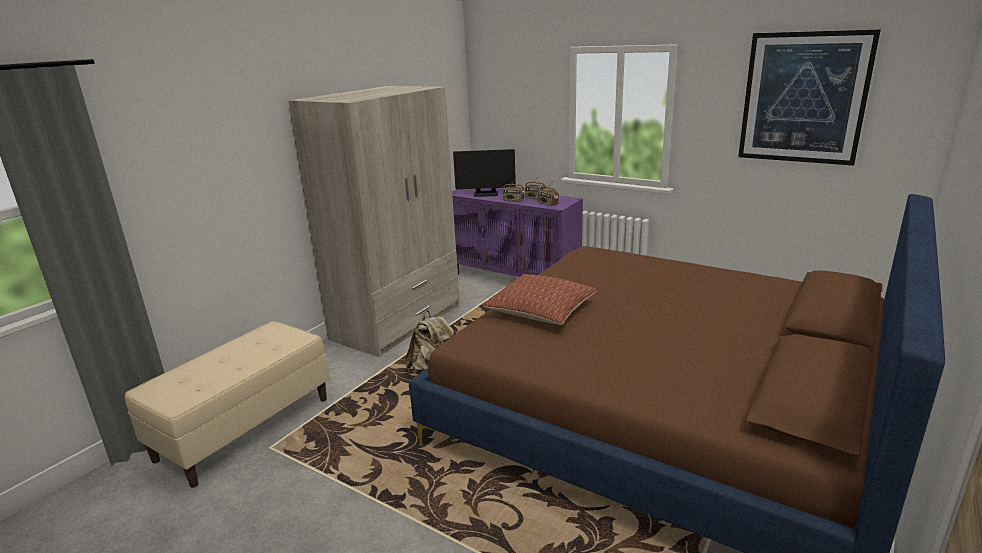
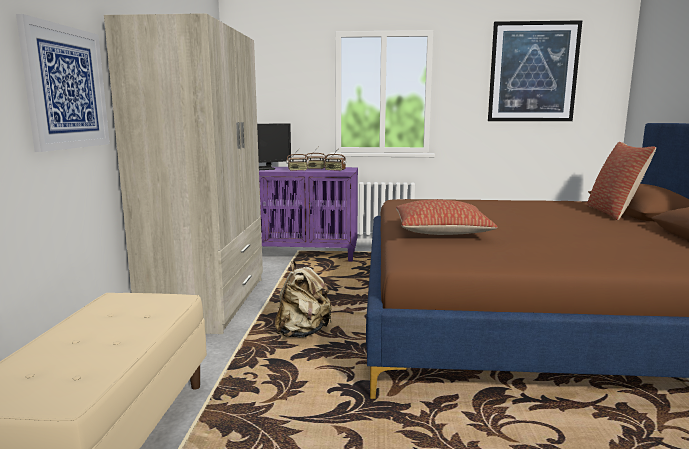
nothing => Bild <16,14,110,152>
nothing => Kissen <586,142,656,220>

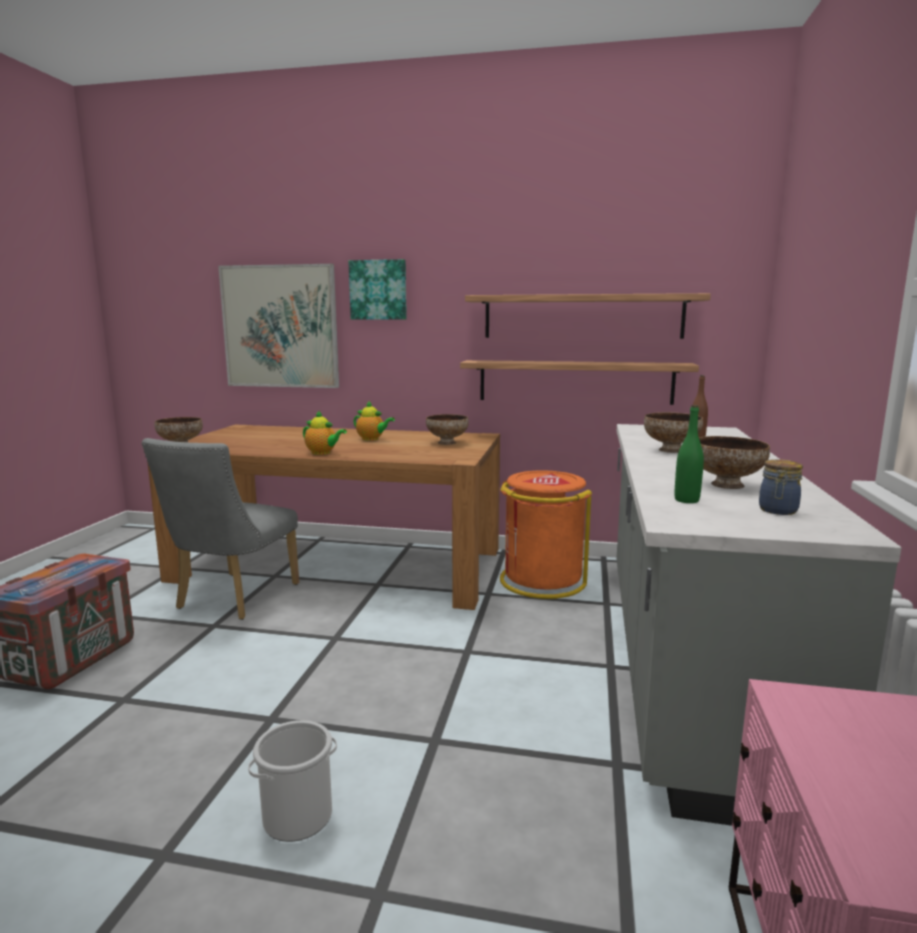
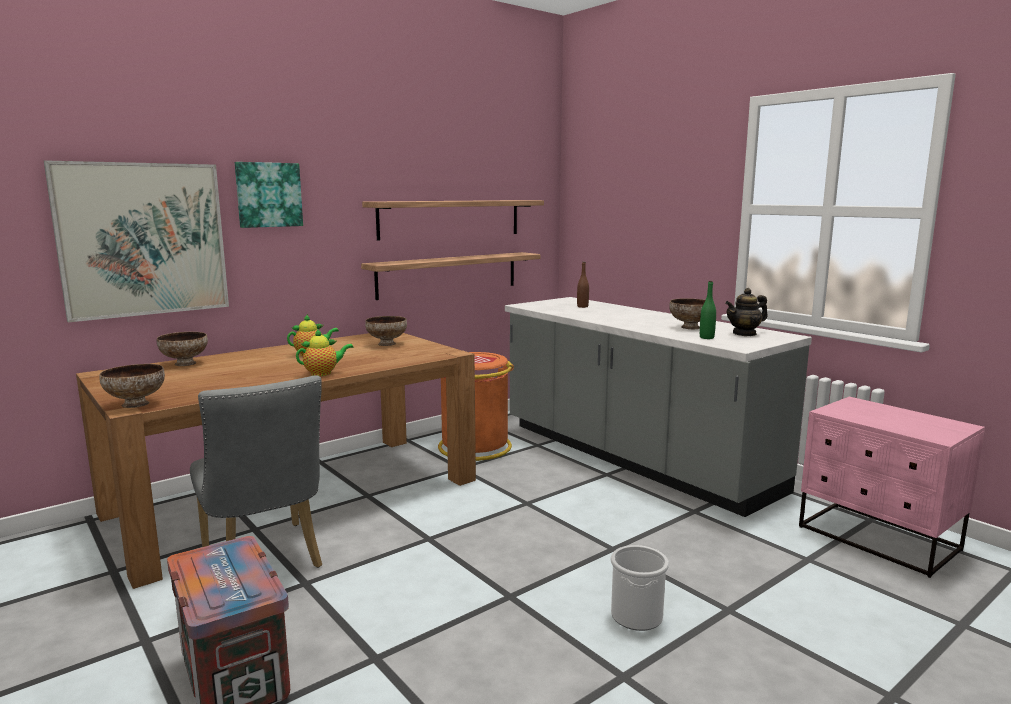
Schüssel <644,412,703,453> => Schüssel <157,332,208,366>, relocated
Vorratsglas <759,460,803,515> => Teekanne <725,288,768,336>

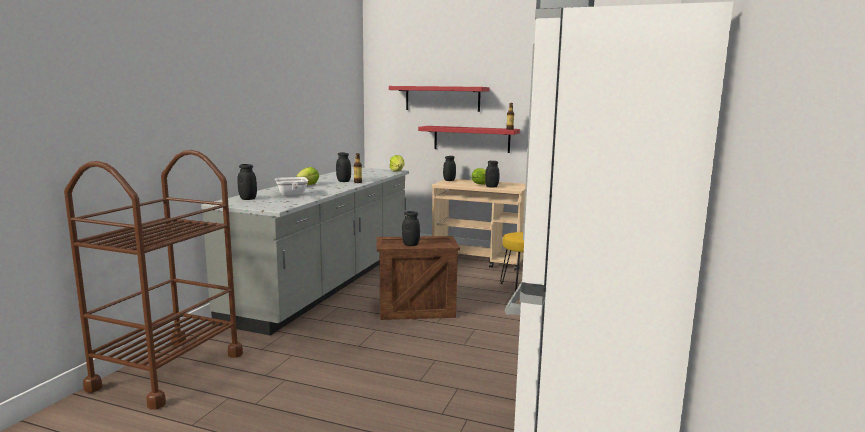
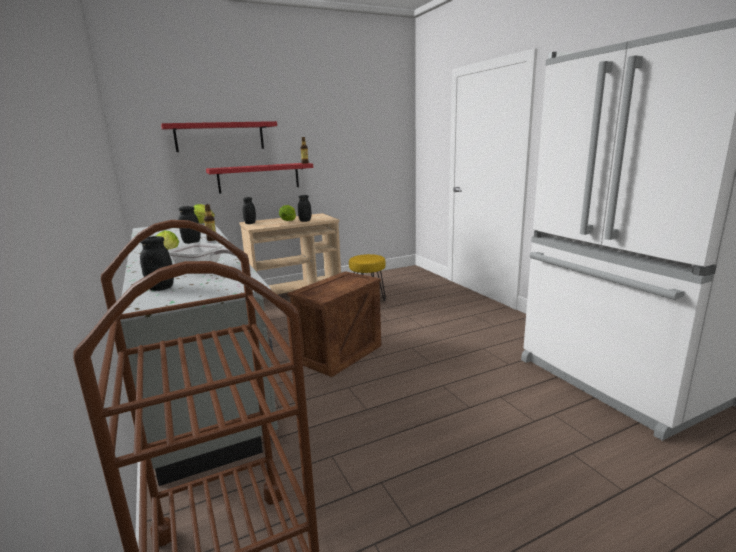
Vorratsglas (schwarz) <402,211,420,246> => nothing

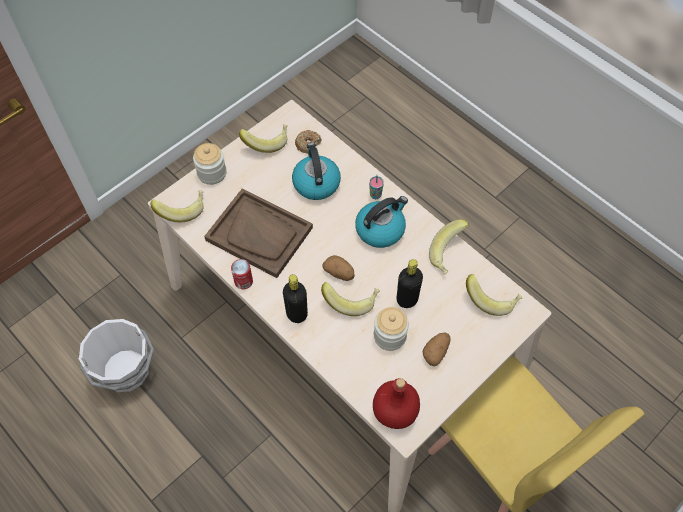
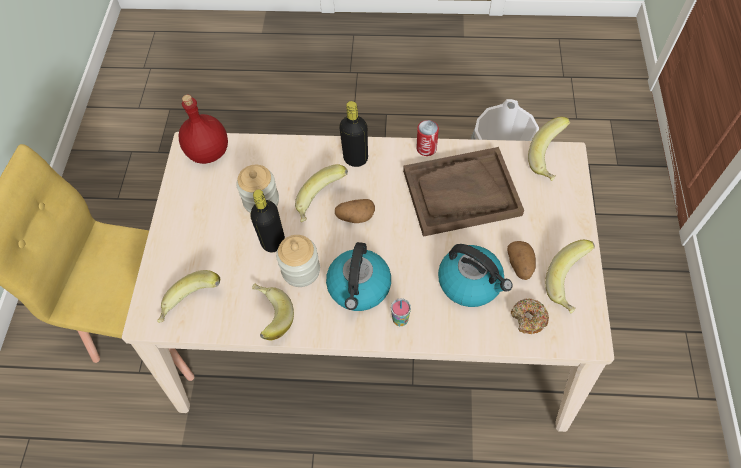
Vorratsglas <193,143,227,185> => Vorratsglas <276,235,320,287>, relocated
Kartoffel <423,332,451,366> => Kartoffel <507,241,536,280>, relocated

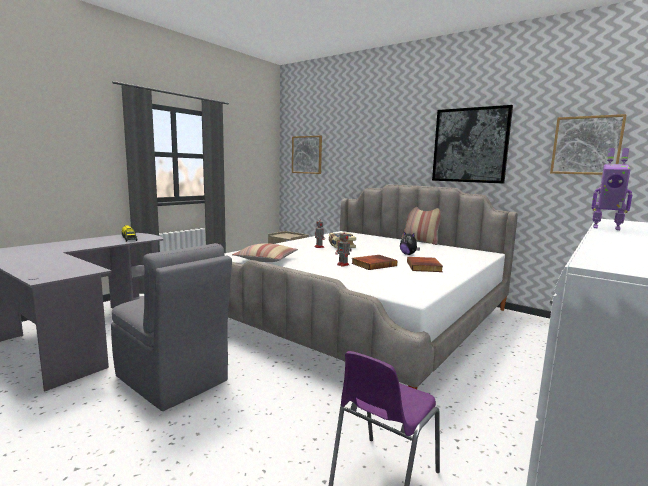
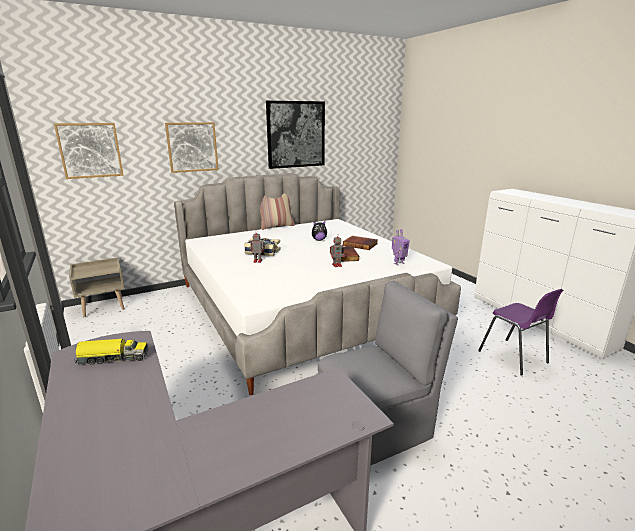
Bild <550,114,627,175> => Bild <165,122,219,173>, relocated
Spielzeugroboter <592,148,632,230> => Spielzeugroboter <392,229,410,265>, relocated
Kissen <232,243,298,262> => nothing

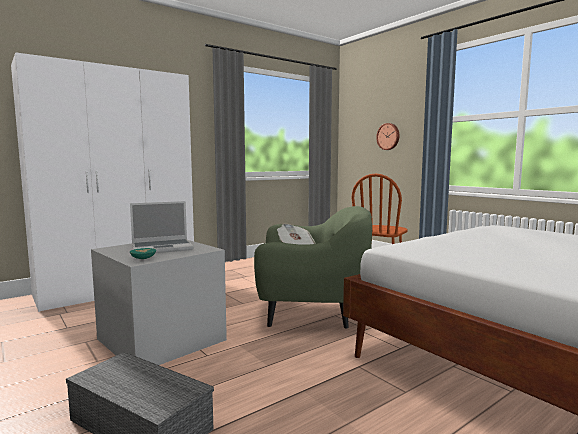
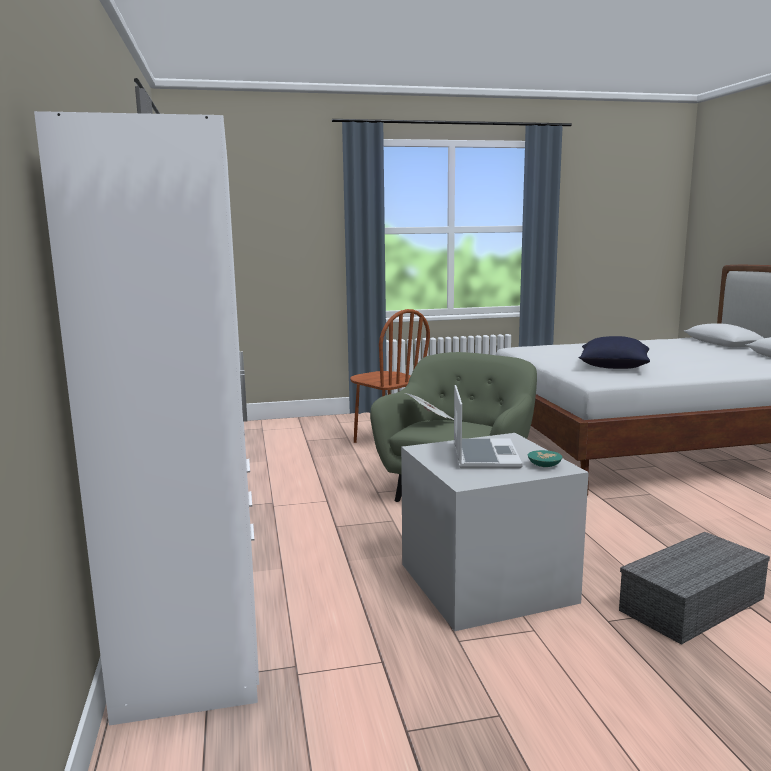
Wanduhr <376,123,399,150> => nothing
nothing => Kissen (blau) <578,336,650,369>

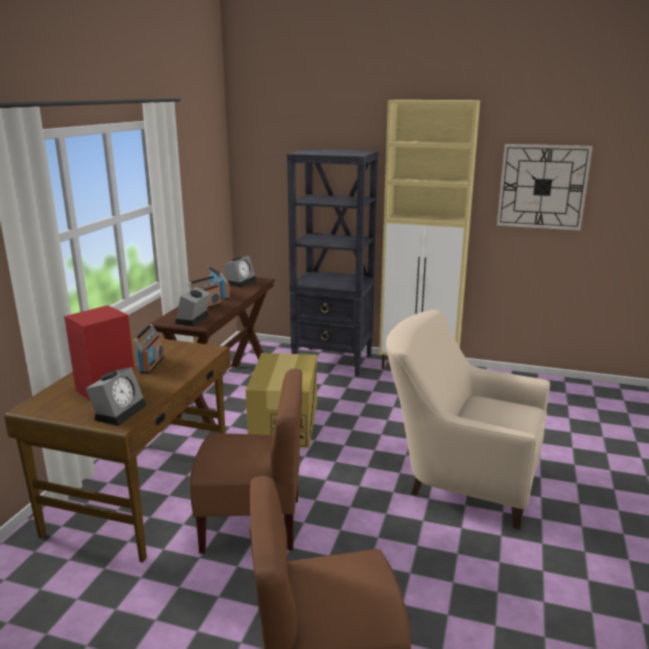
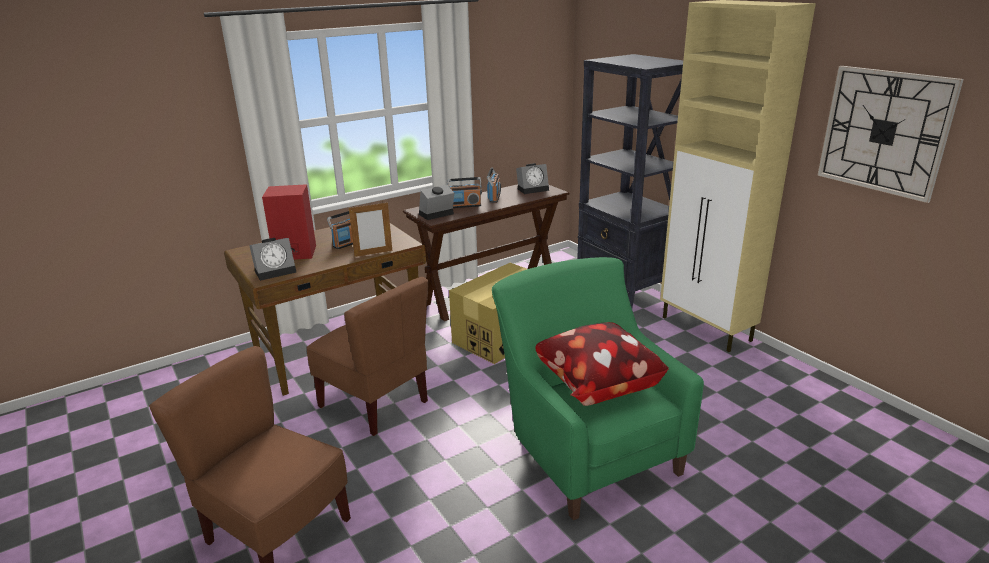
Sessel (beige) <386,310,550,529> => Sessel (grün) <492,257,704,520>
nothing => Bilderrahmen <349,203,392,257>
nothing => Kissen <536,322,669,406>

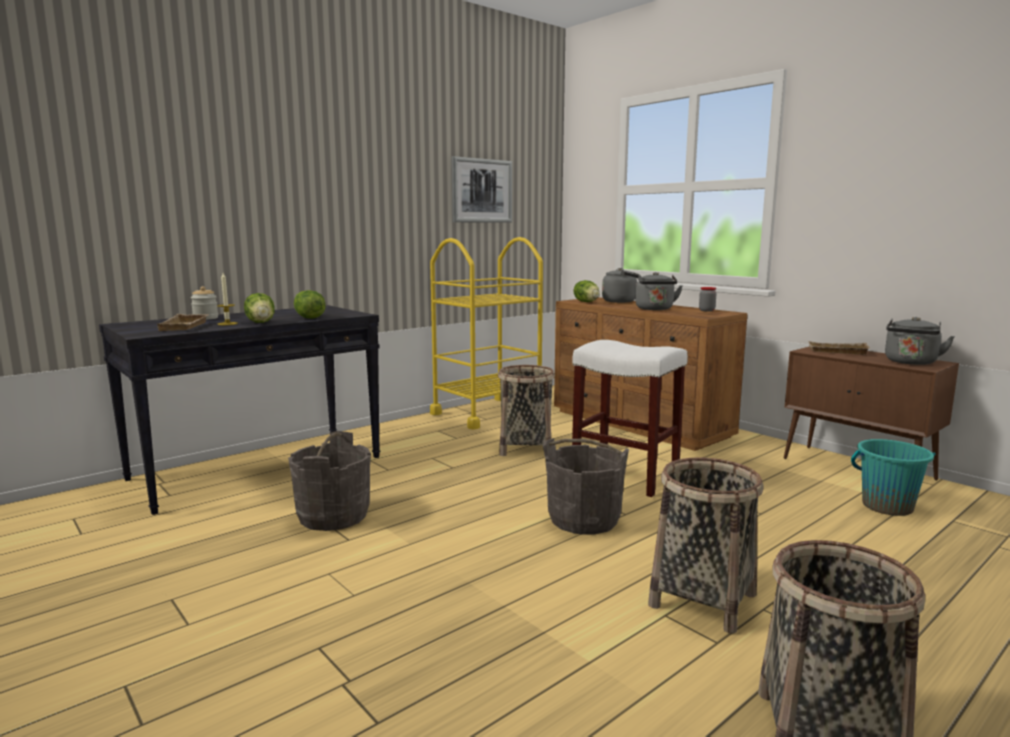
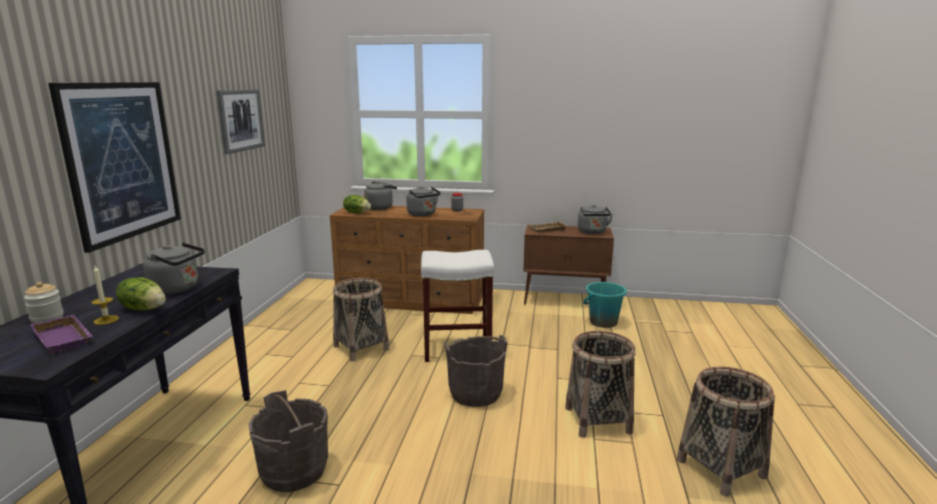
Rollwagen (gelb) <430,237,543,429> => nothing
Salatkopf <294,290,326,319> => Wasserkessel (grau) <143,243,205,294>
Tablett (beige) <157,314,209,331> => Tablett (lila) <30,314,93,355>
nothing => Bild <48,82,181,253>

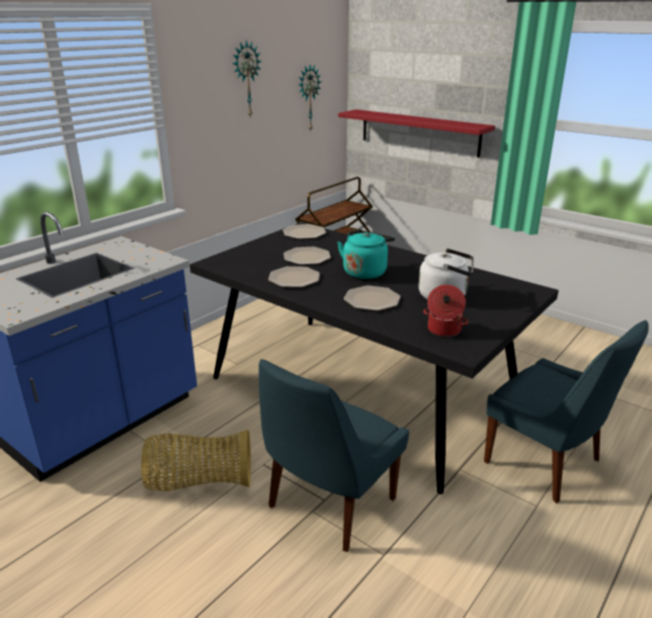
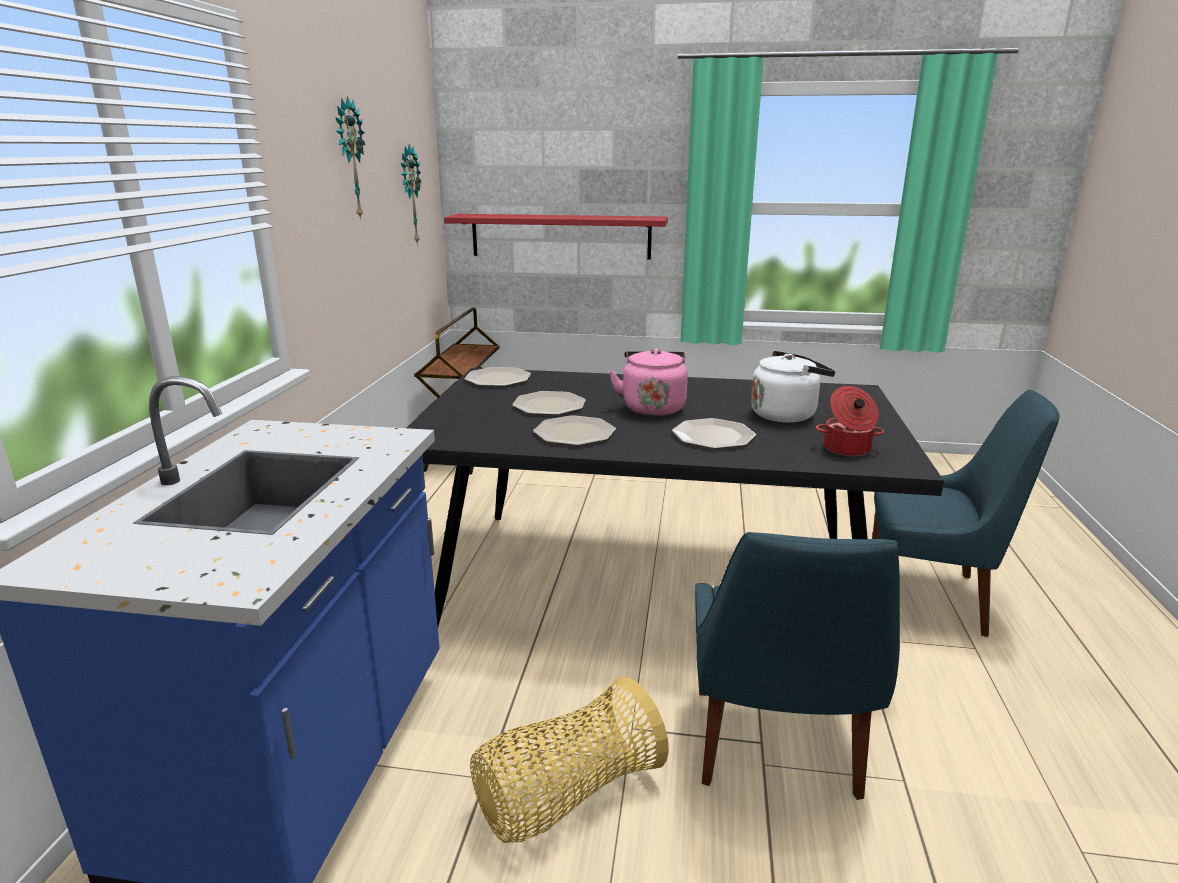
Wasserkessel (türkis) <337,230,395,279> => Wasserkessel (rosa) <609,348,688,416>

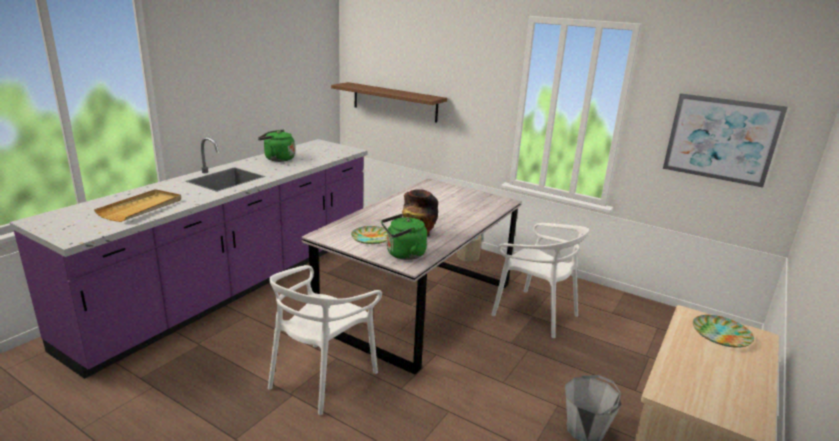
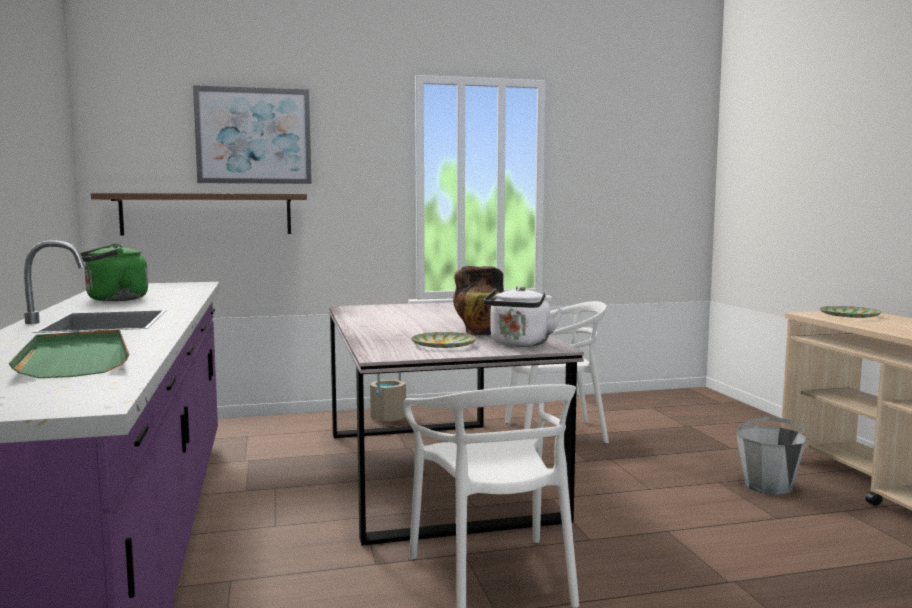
Bild <663,93,788,188> => Bild <193,85,311,184>, relocated
Tablett (beige) <94,189,181,222> => Tablett (grün) <9,329,129,378>
Wasserkessel (grün) <381,214,427,260> => Wasserkessel (weiß) <484,286,563,347>

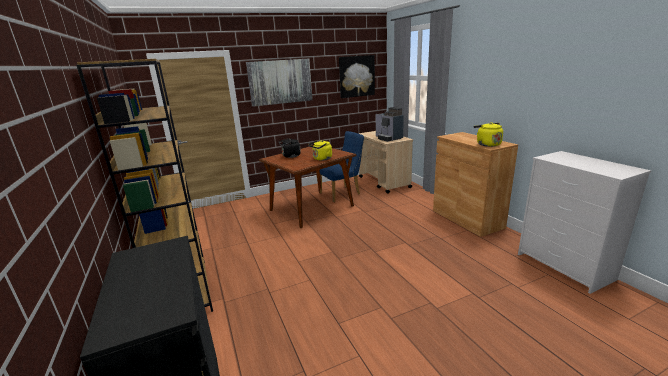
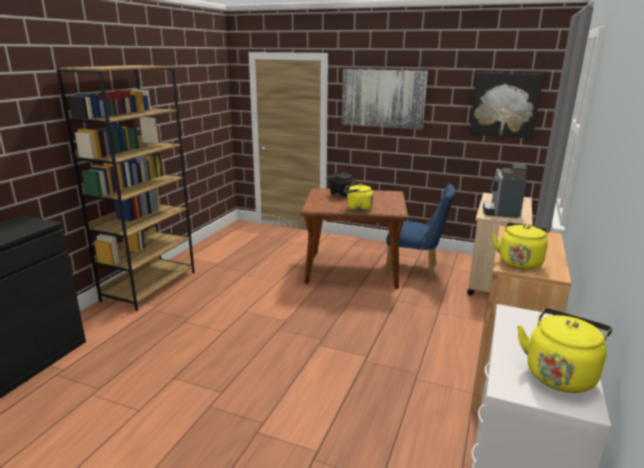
nothing => Wasserkessel (gelb) <517,308,612,393>

